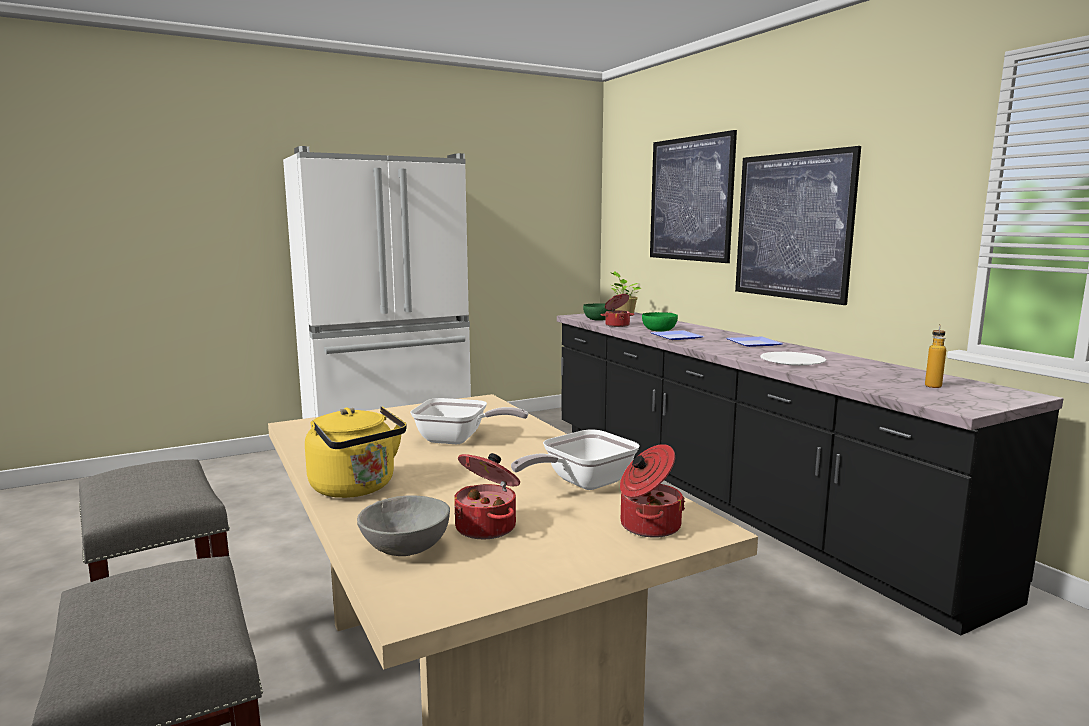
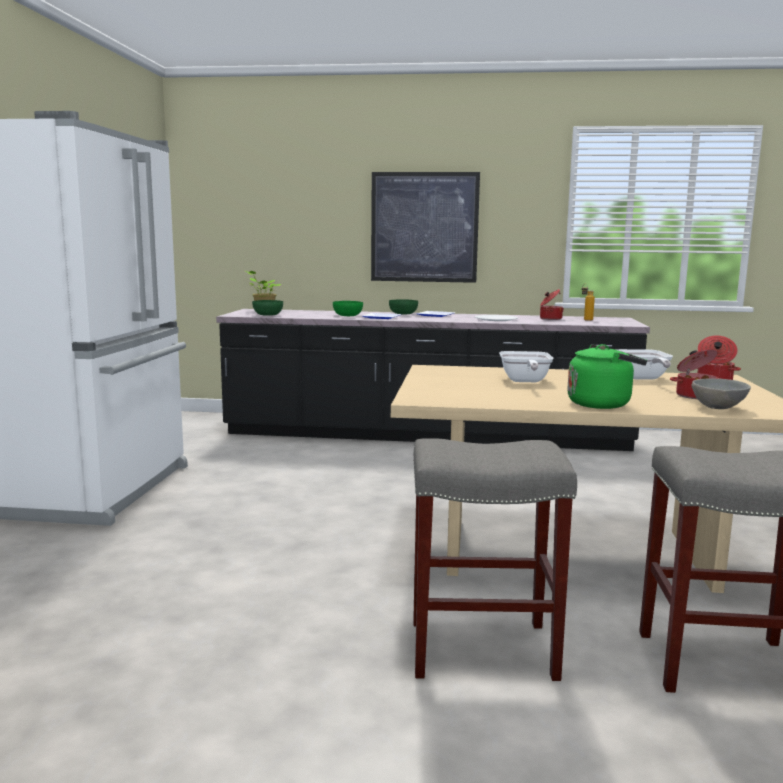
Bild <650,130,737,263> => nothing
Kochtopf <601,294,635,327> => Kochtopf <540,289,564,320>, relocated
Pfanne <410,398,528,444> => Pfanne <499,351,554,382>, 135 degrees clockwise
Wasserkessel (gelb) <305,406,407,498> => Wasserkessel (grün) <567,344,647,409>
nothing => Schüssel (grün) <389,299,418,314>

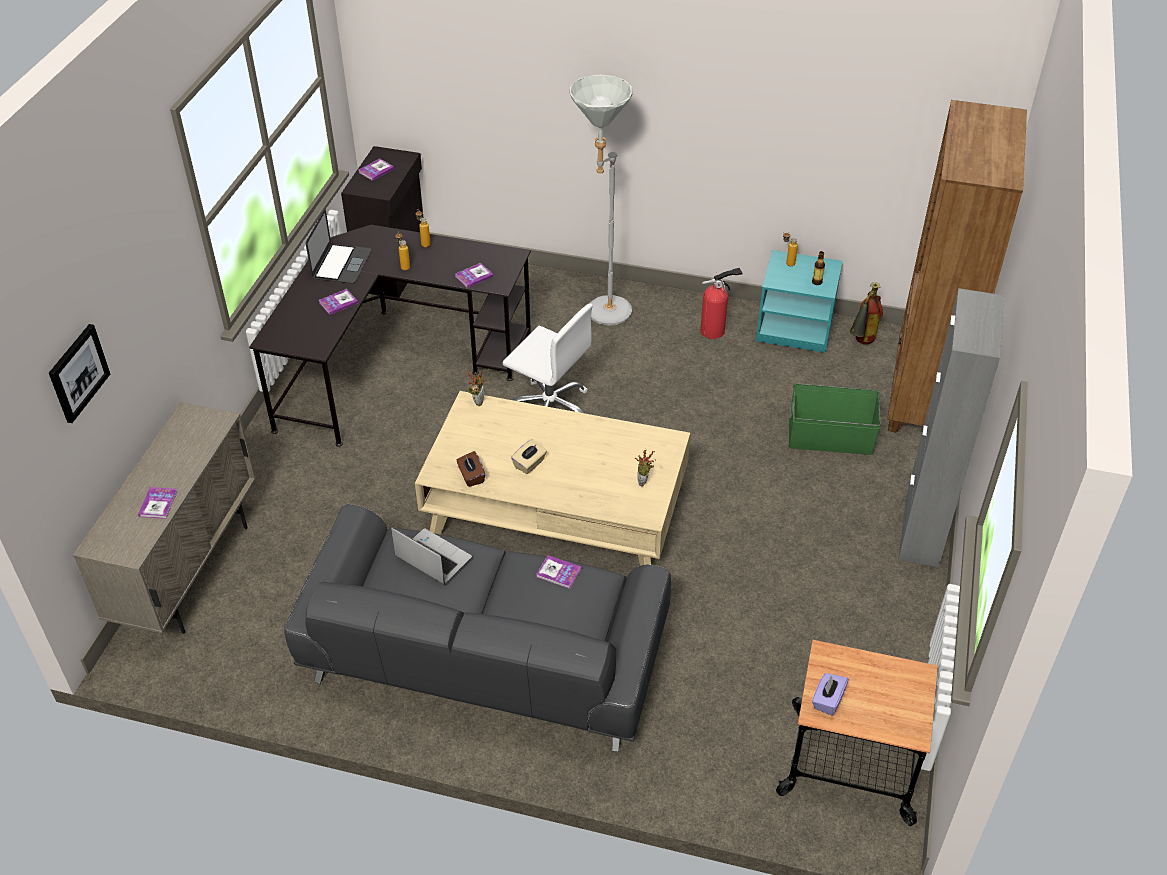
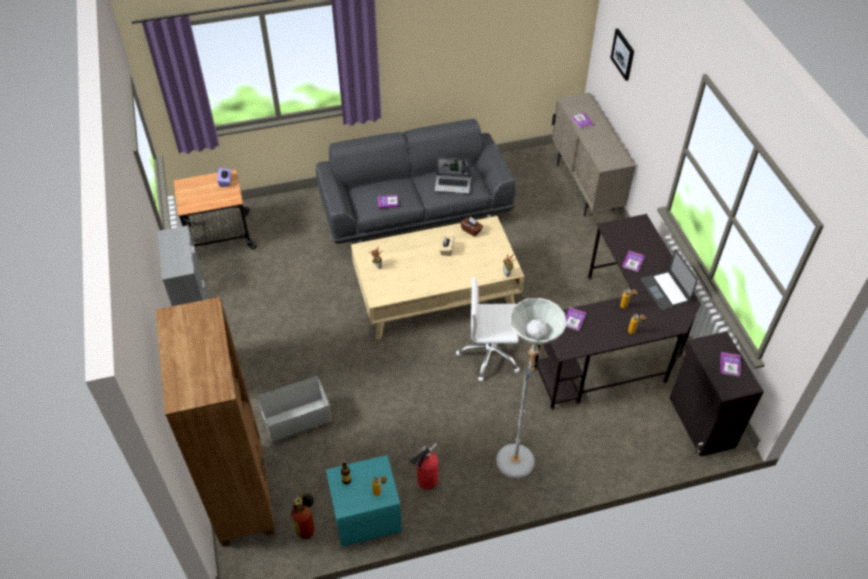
Aufbewahrungsbox (grün) <789,383,881,455> => Aufbewahrungsbox (grau) <257,376,331,442>

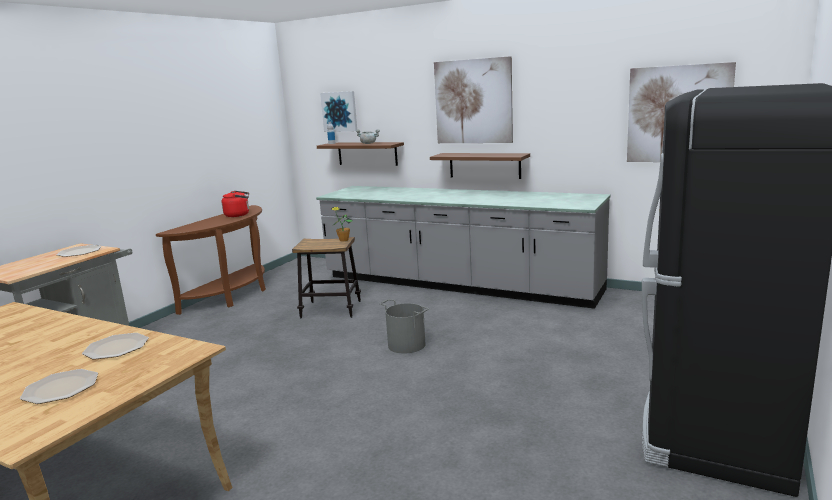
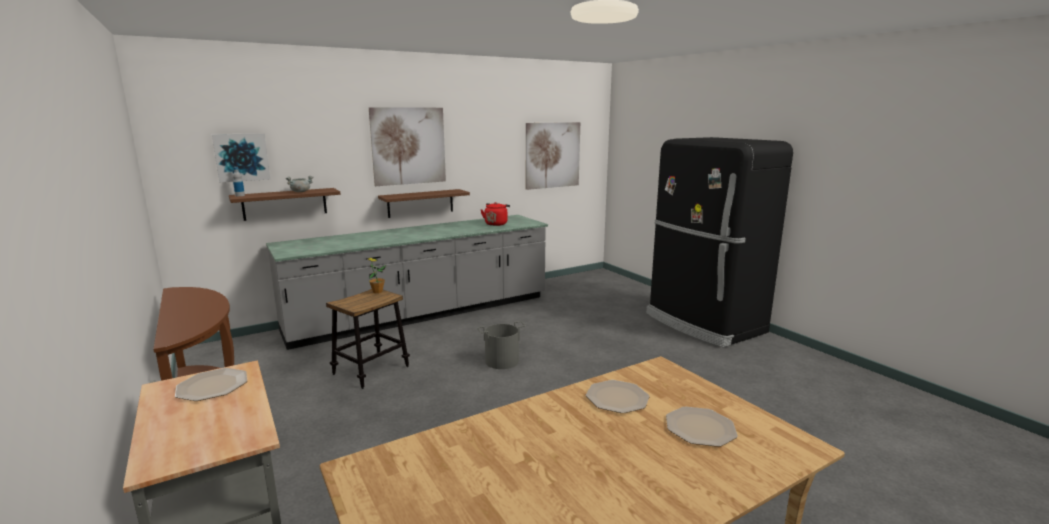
Wasserkessel (rot) <221,191,249,217> => Wasserkessel (rot) <480,202,510,226>, relocated

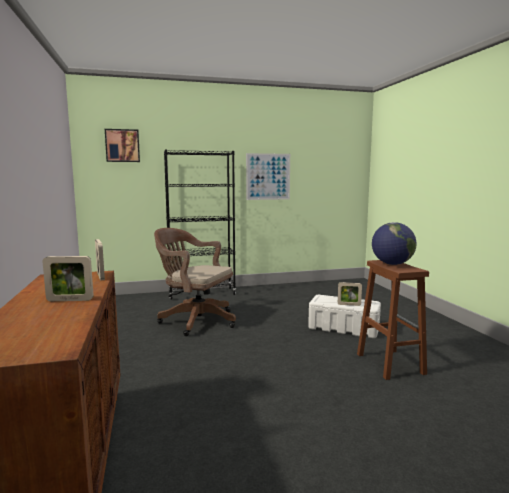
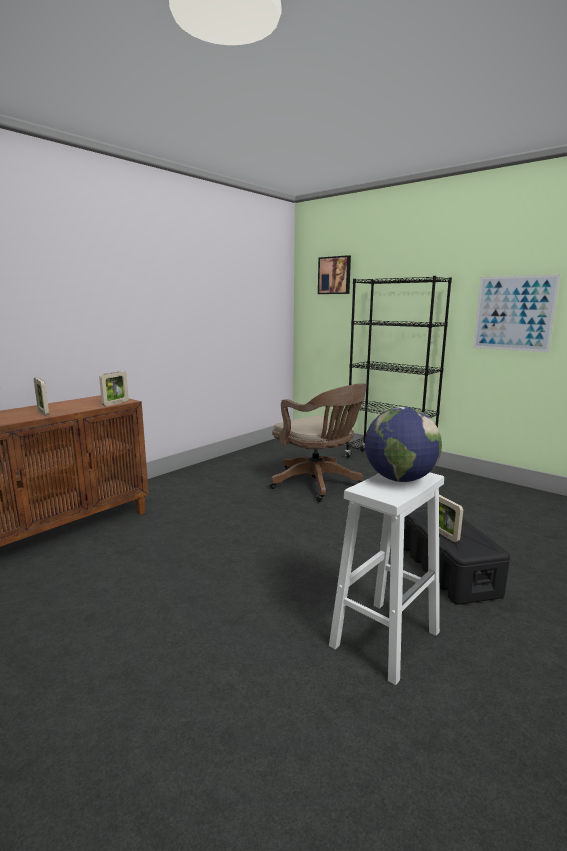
Bürostuhl (braun) <154,228,236,336> => Bürostuhl (braun) <270,383,367,502>, 150 degrees clockwise
Hocker (braun) <357,260,429,380> => Hocker (weiß) <329,472,444,685>
Aufbewahrungsbox (weiß) <308,295,381,338> => Aufbewahrungsbox (schwarz) <404,507,510,605>

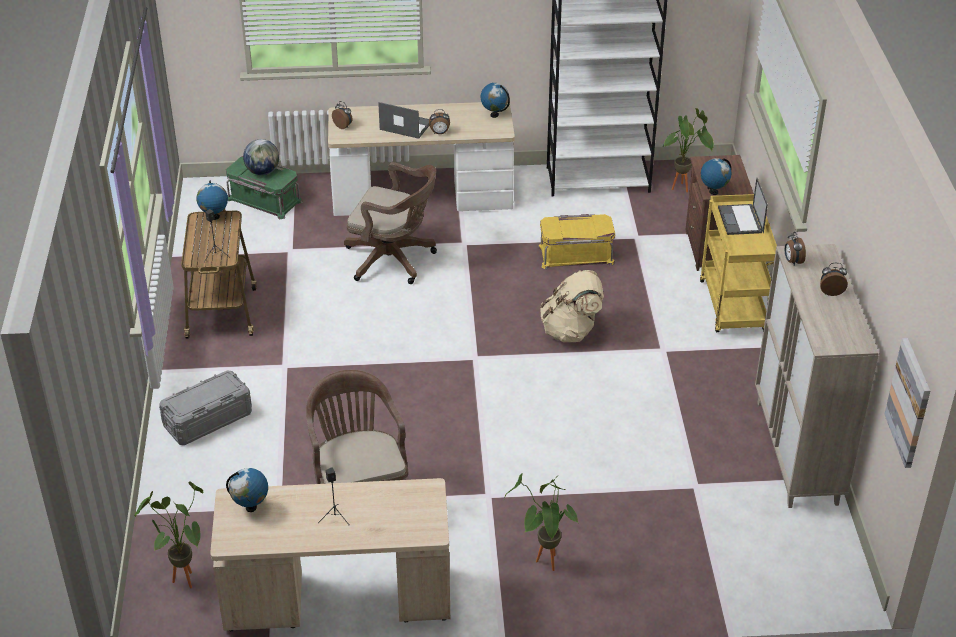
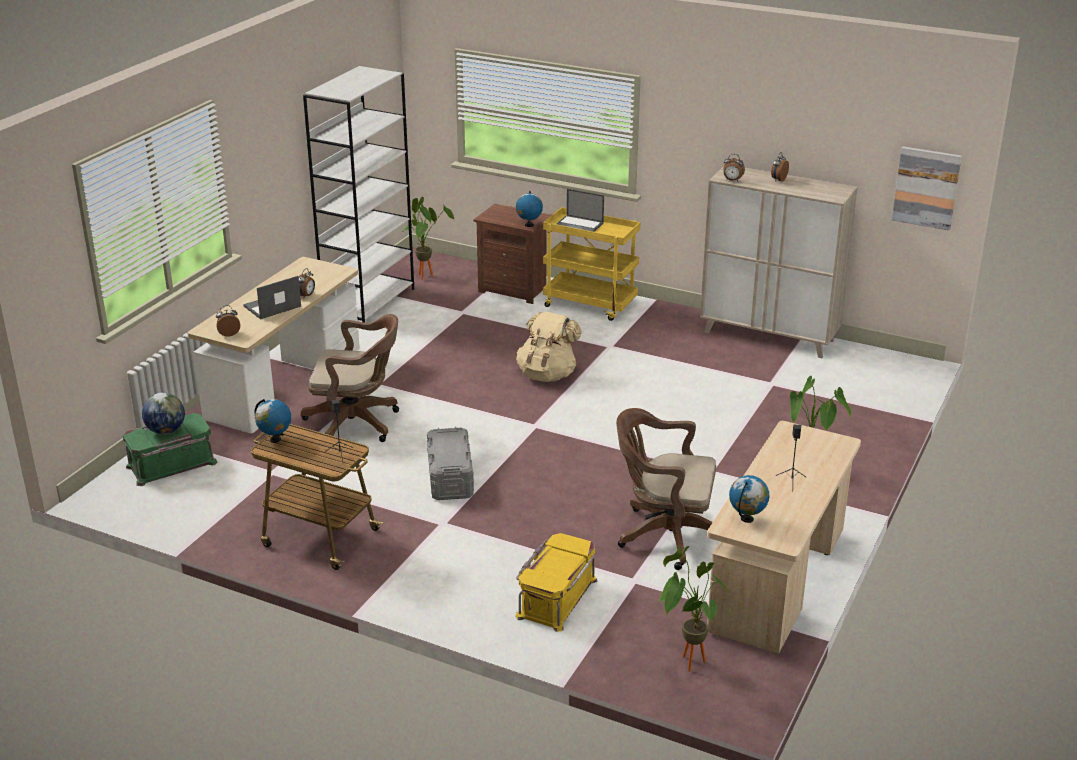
Globus <481,83,510,118> => nothing
Bürostuhl (braun) <344,162,437,284> => Bürostuhl (braun) <301,314,399,442>, 45 degrees clockwise
Aufbewahrungsbox (gelb) <538,214,615,269> => Aufbewahrungsbox (gelb) <515,533,598,632>, relocated
Aufbewahrungsbox (grau) <159,370,252,445> => Aufbewahrungsbox (grau) <427,427,474,500>, relocated

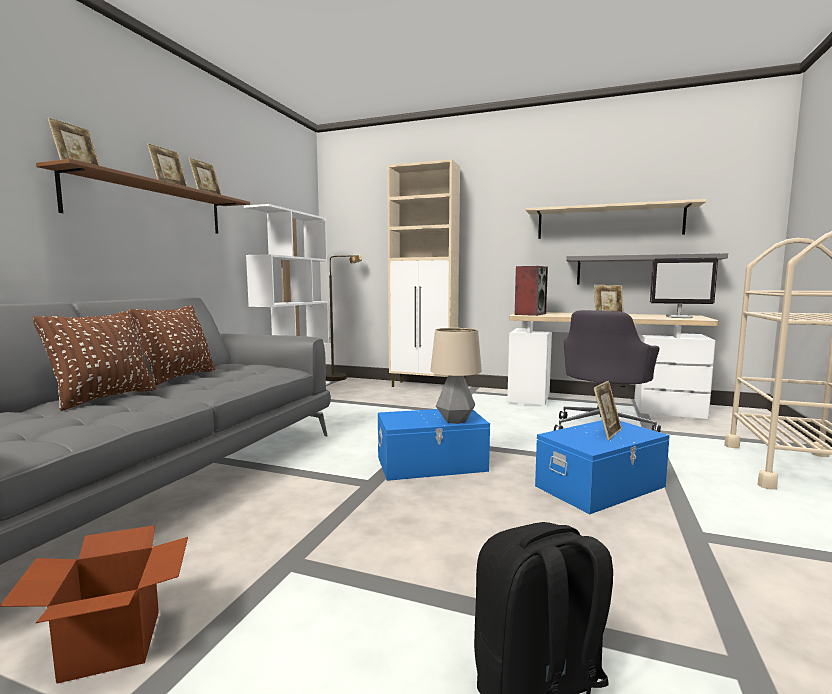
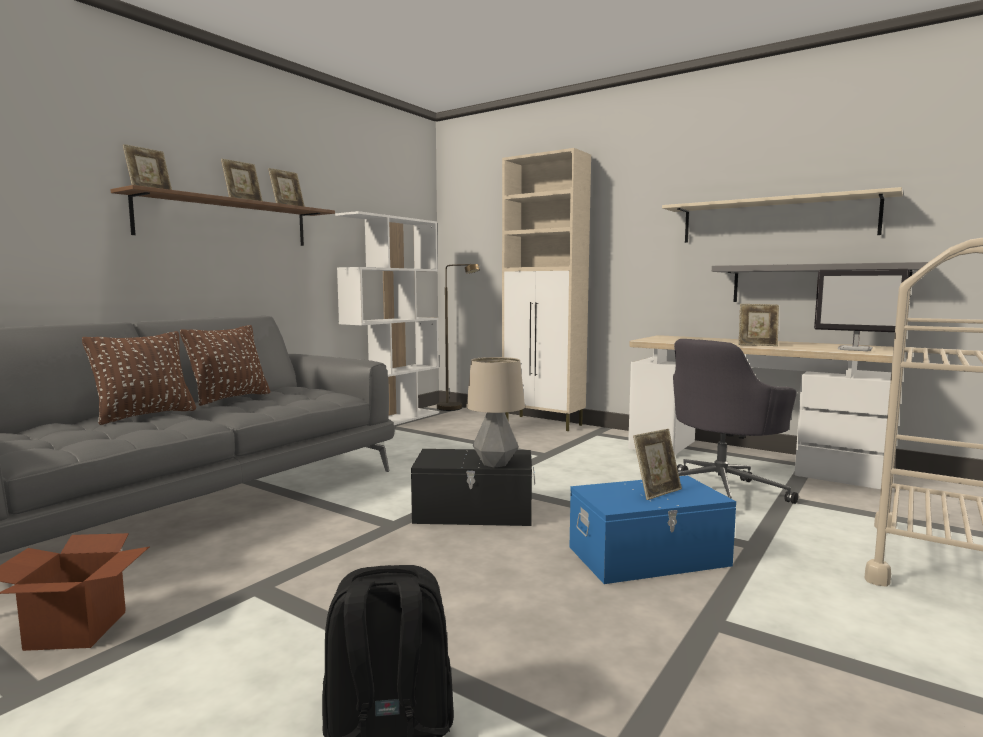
Lautsprecher <515,266,548,316> => nothing
Aufbewahrungsbox (blau) <378,409,490,481> => Aufbewahrungsbox (schwarz) <411,449,535,526>

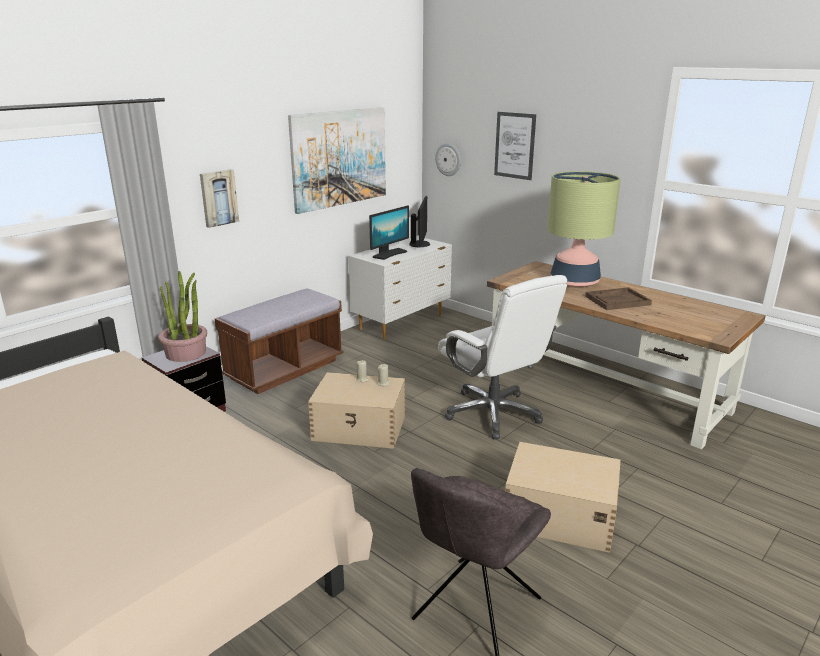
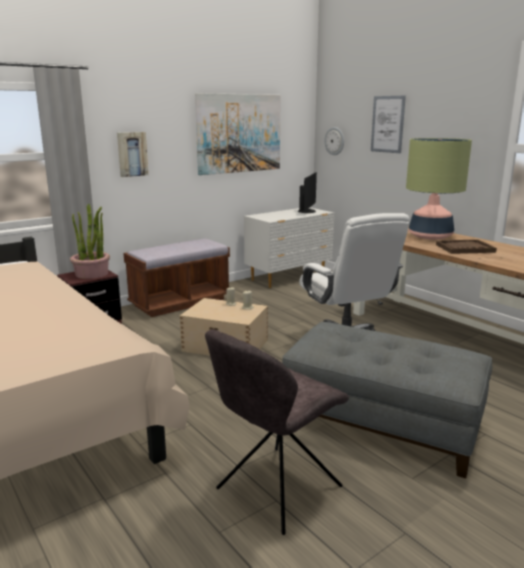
Monitor <369,205,409,260> => nothing
Aufbewahrungsbox (beige) <505,442,620,553> => Polsterhocker (grau) <282,322,492,479>

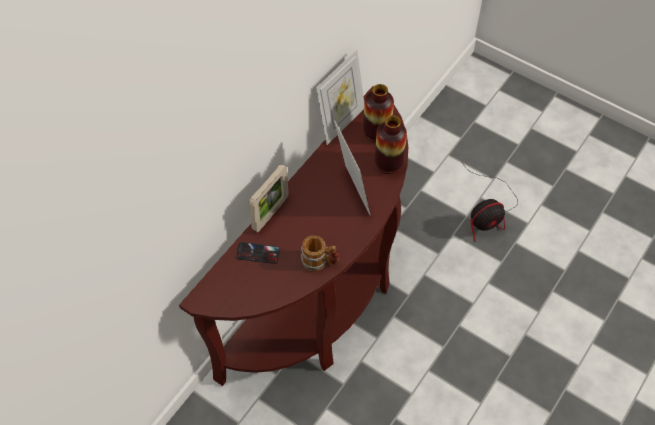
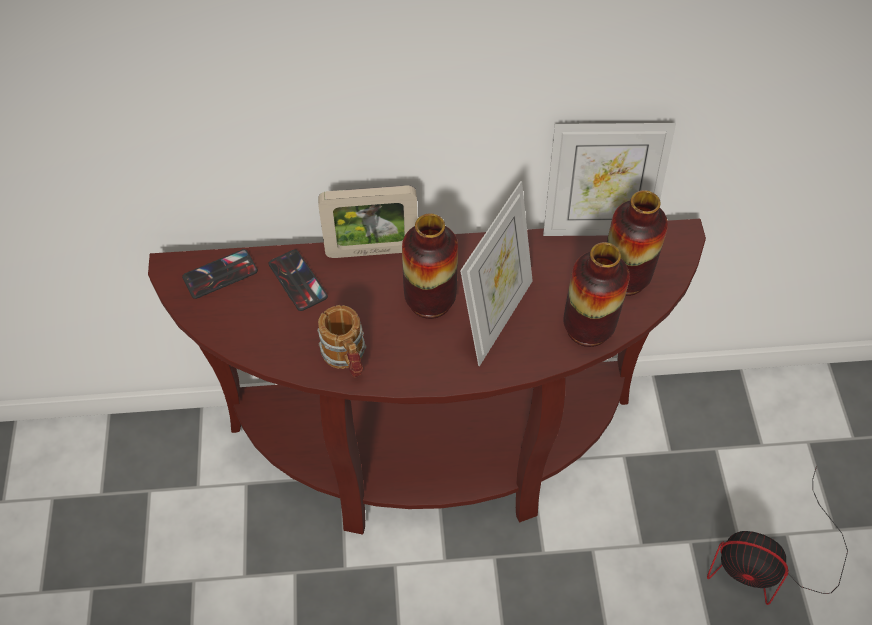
nothing => Vase <402,213,458,319>
nothing => Handy <182,249,258,299>

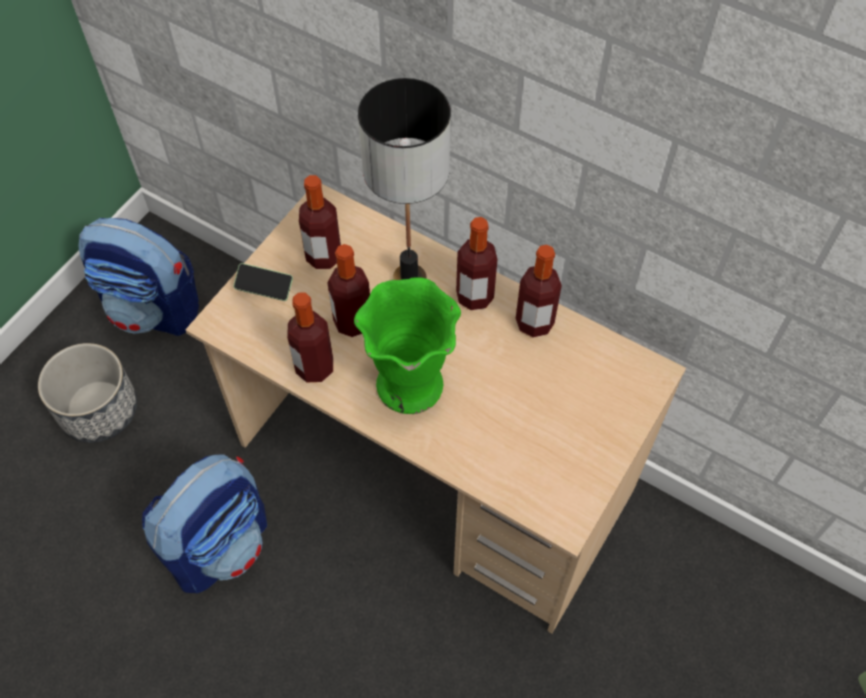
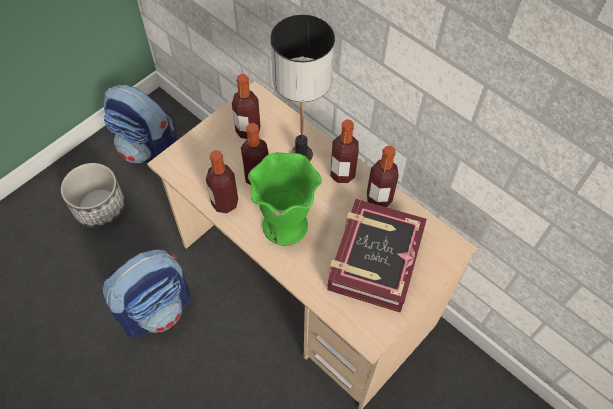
Handy <233,263,293,301> => nothing
nothing => Buch <327,199,427,313>

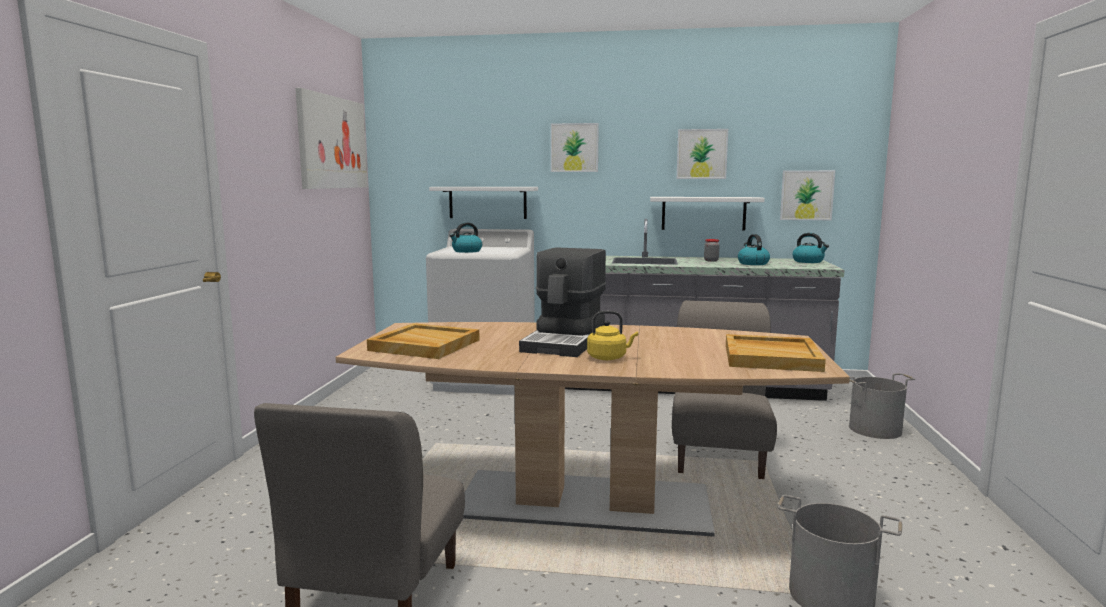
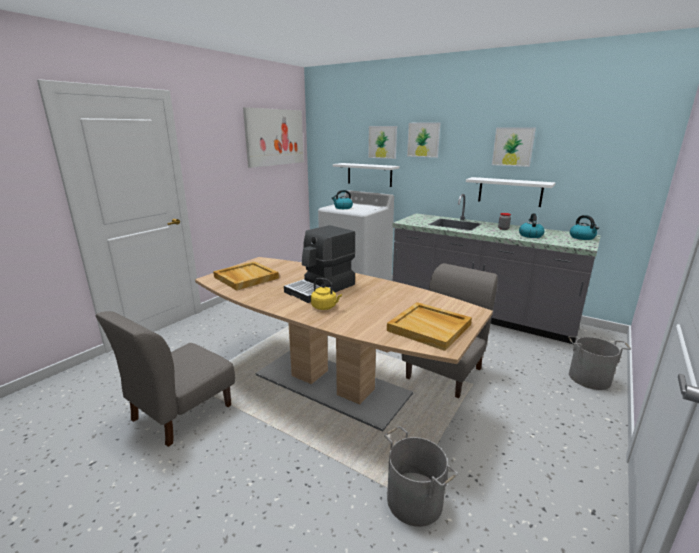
Bild <780,170,835,220> => Bild <368,126,397,159>, relocated

